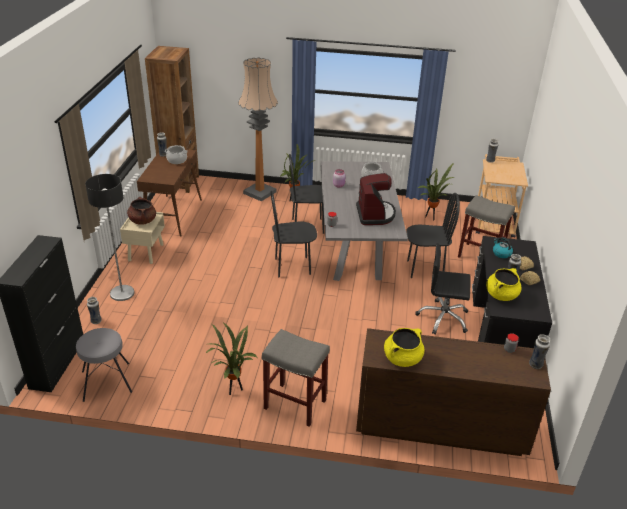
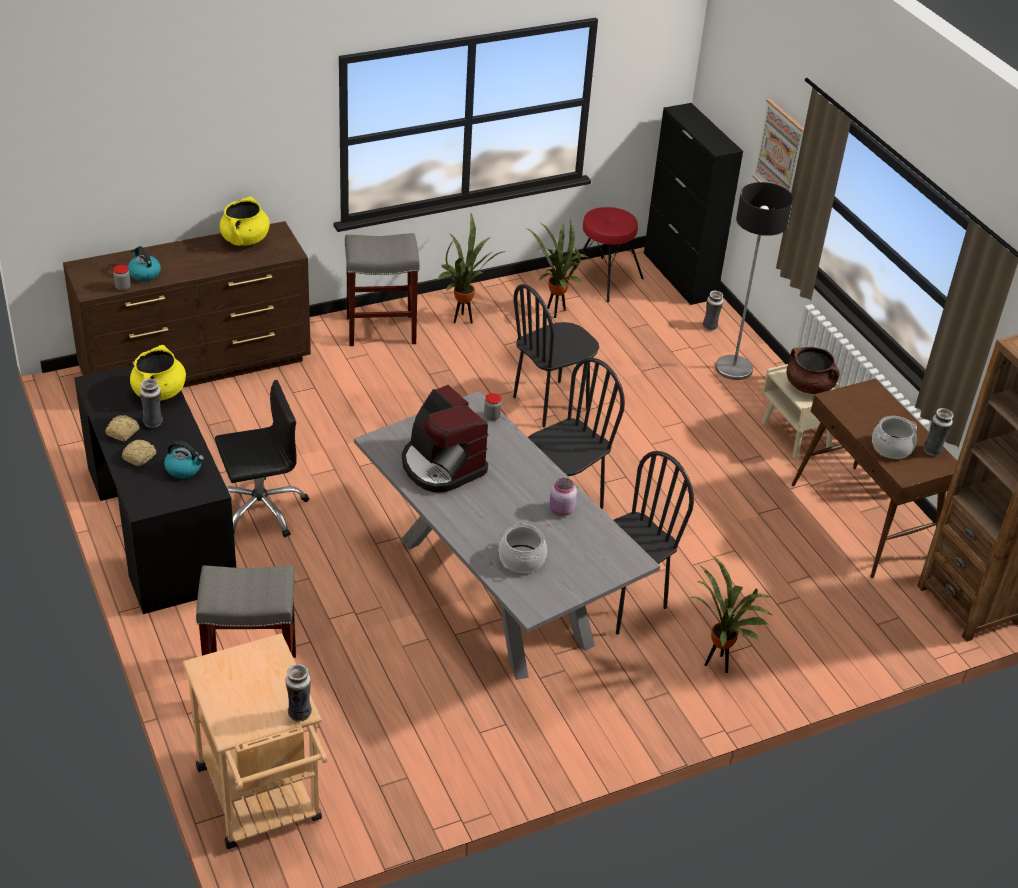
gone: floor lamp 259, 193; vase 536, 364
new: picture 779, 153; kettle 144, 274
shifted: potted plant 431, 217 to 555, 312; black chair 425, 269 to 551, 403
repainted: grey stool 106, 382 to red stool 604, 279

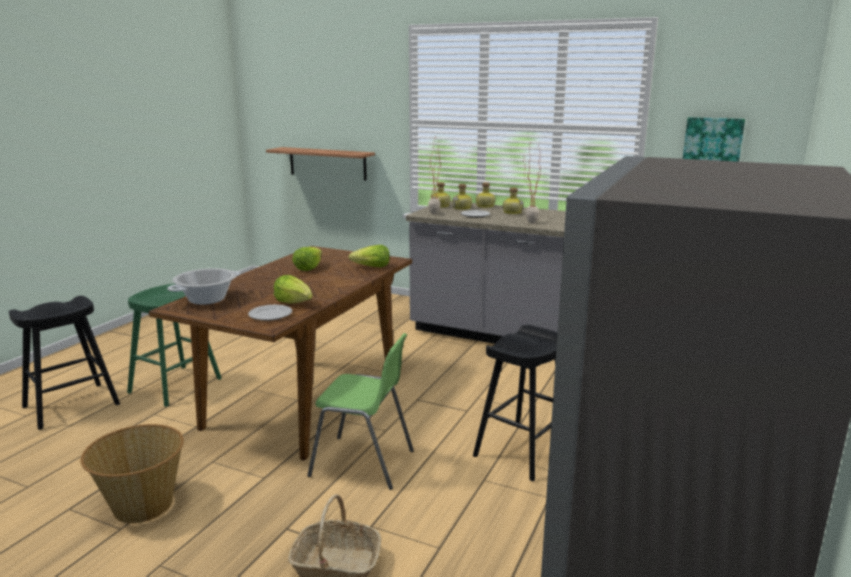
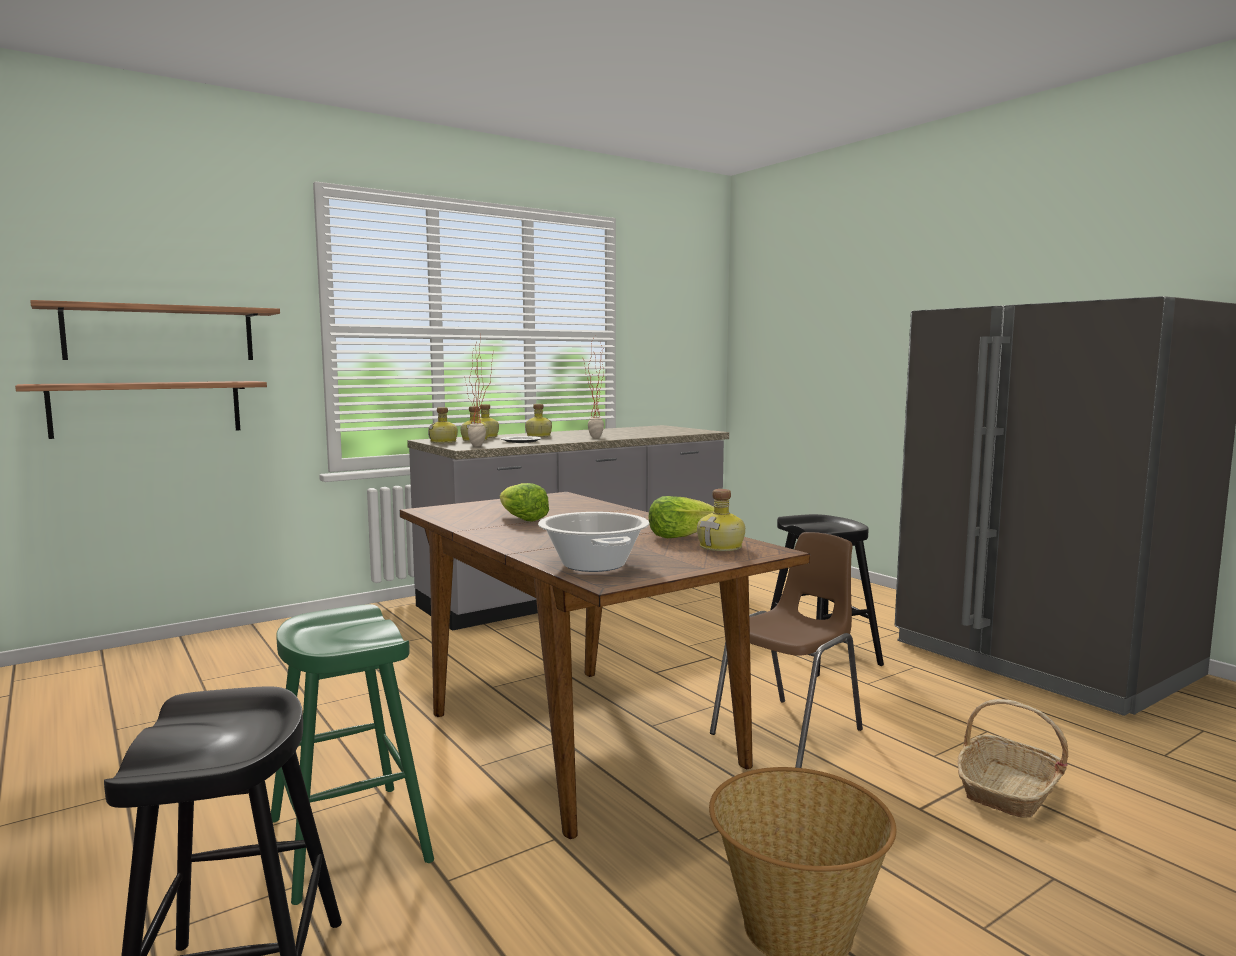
gone: picture 712, 144; lettuce 371, 267
new: shelf 161, 333
swapped: plate 270, 315 to bottle 722, 547
repainted: green chair 363, 463 to brown chair 789, 732

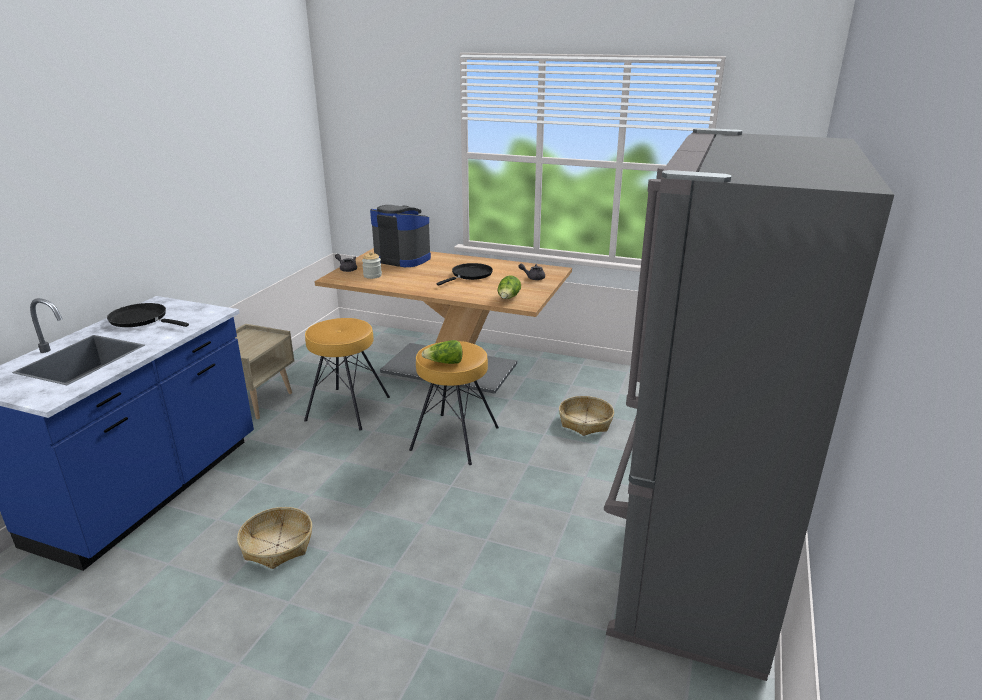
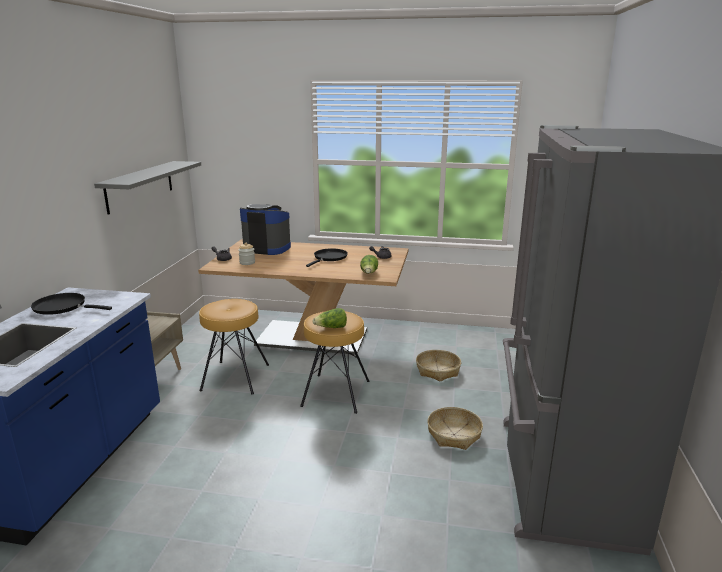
new: grey shelf 140, 186
shifted: basket 278, 545 to 454, 434

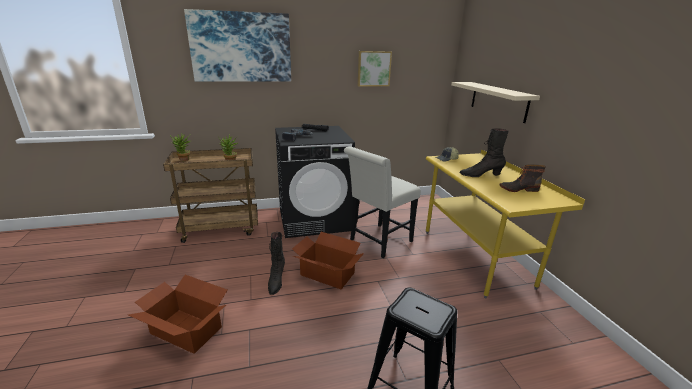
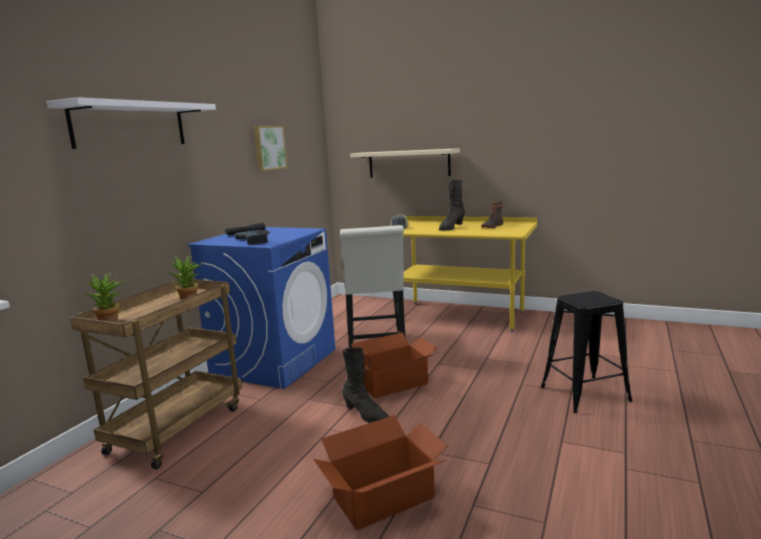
swapped: picture 241, 47 to white shelf 130, 125
repainted: black washing machine 314, 219 to blue washing machine 275, 361

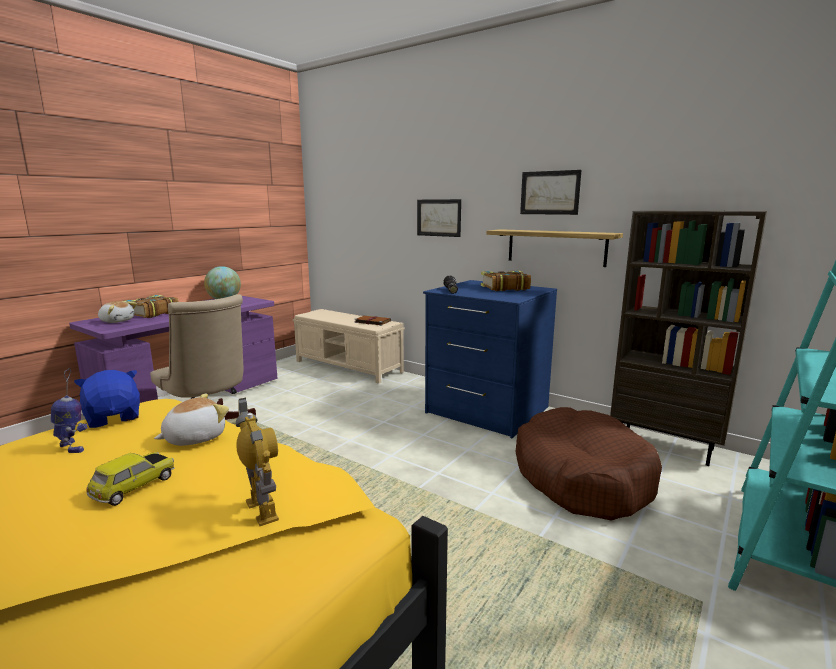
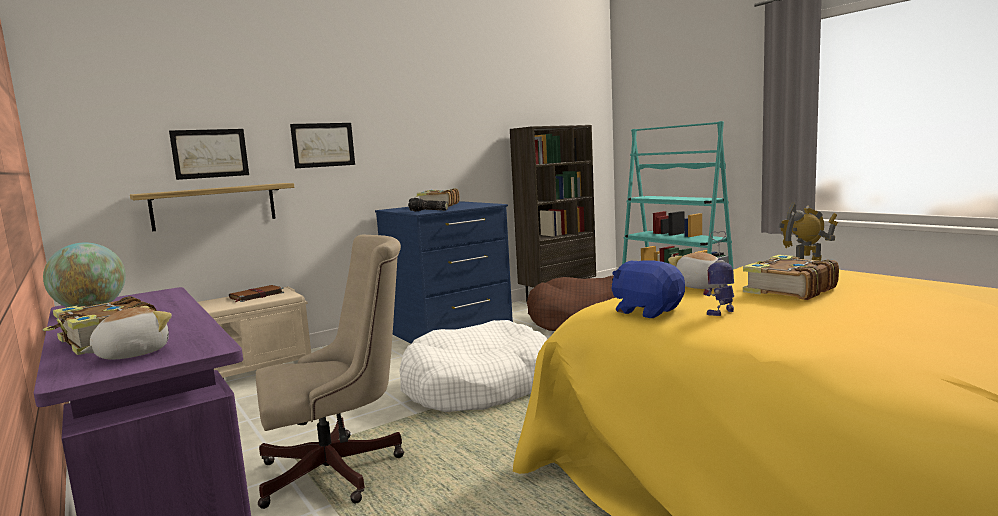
new: white dog bed 477, 386
shifted: picture 549, 192 to 210, 153; shelf 556, 247 to 214, 206
swapped: toy car 133, 487 to book 788, 290
rotated: blue plush toy 114, 417 = 647, 311 60 degrees clockwise

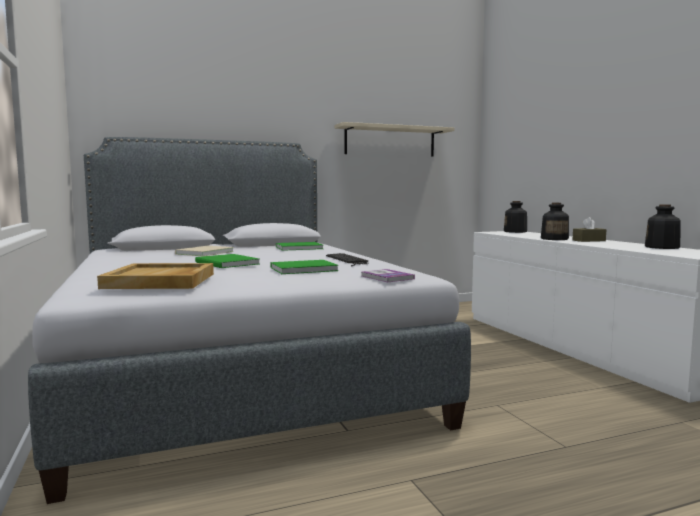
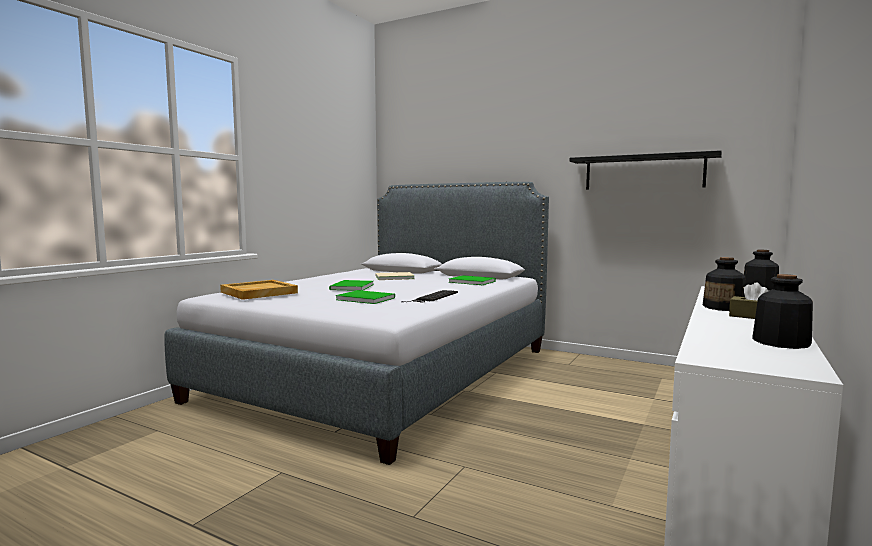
gone: book 387, 277
repainted: beige shelf 390, 141 to black shelf 643, 172

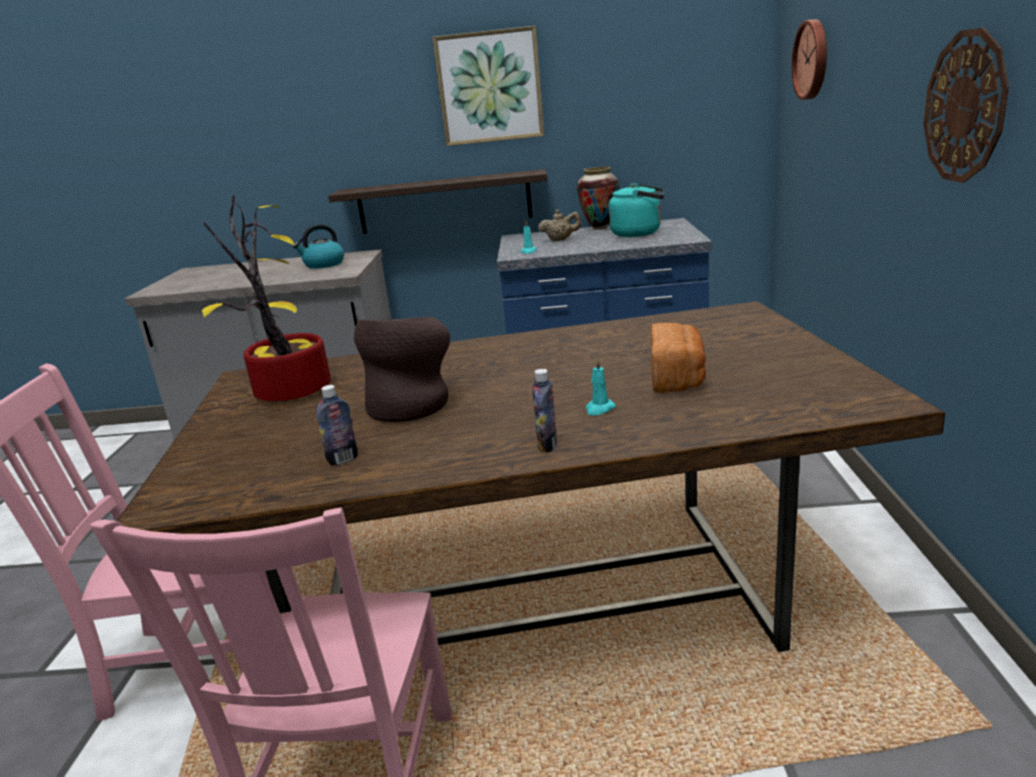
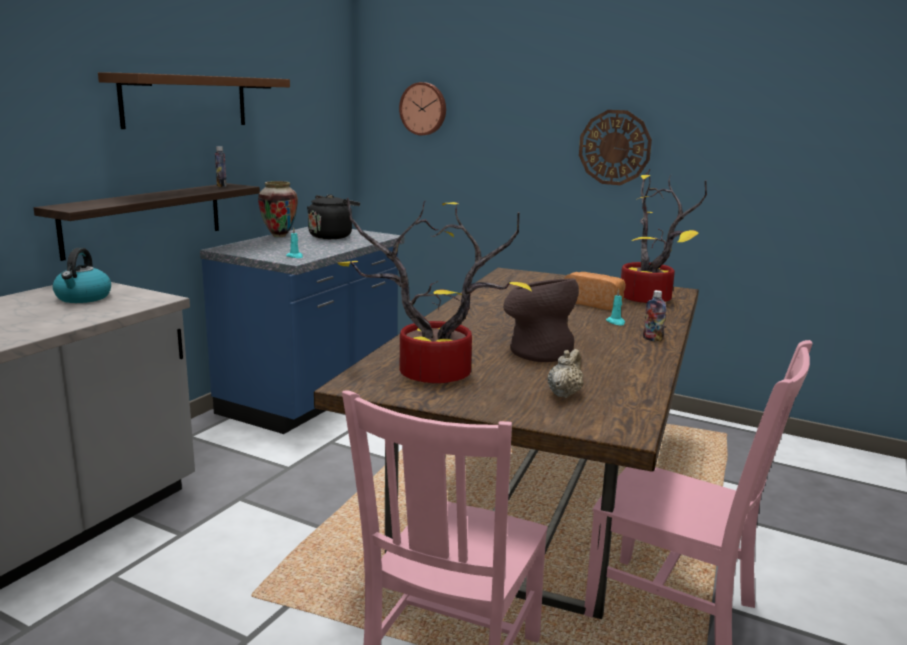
new: potted plant 650, 299
shifted: beige teapot 560, 240 to 564, 394; bottle 343, 459 to 221, 186
swapped: picture 490, 87 to brown shelf 185, 101
repainted: turquoise kettle 639, 233 to black kettle 332, 236

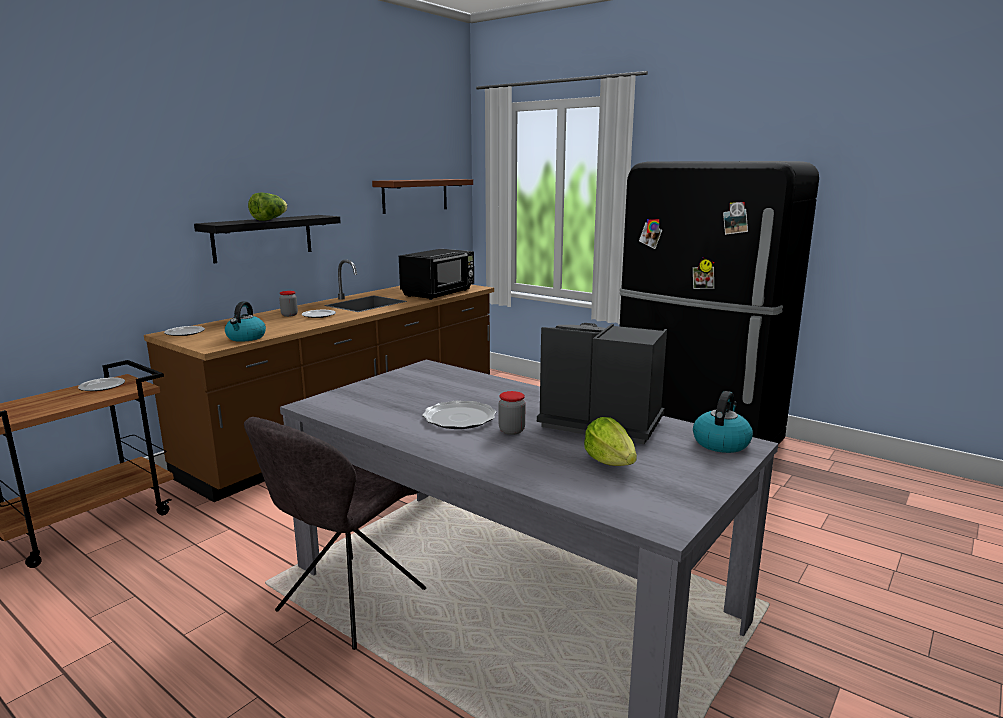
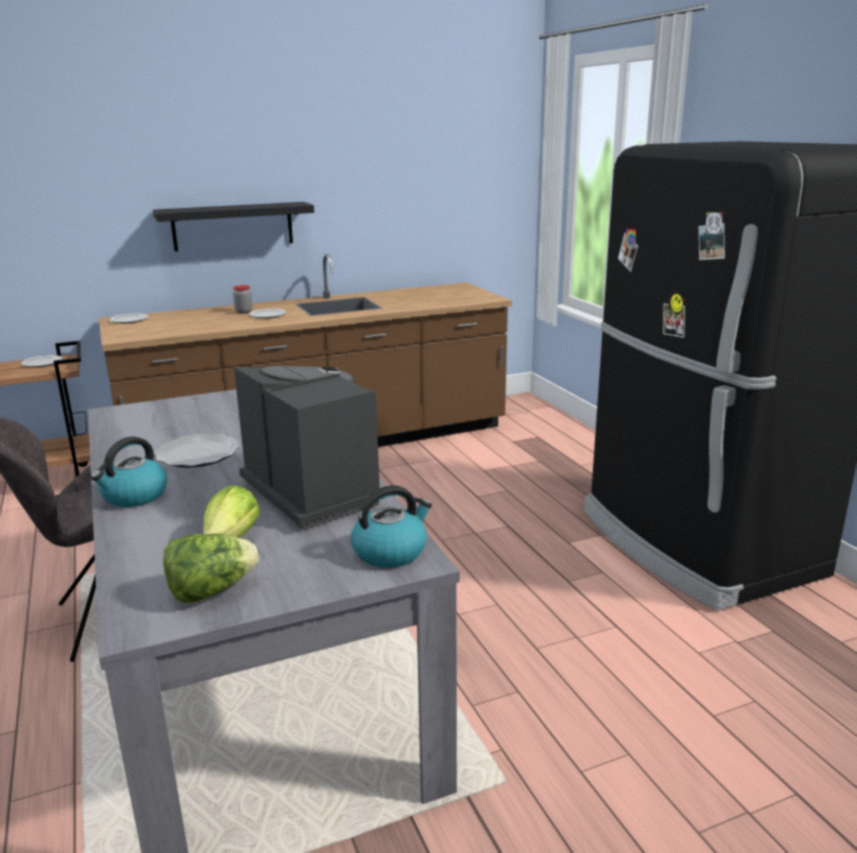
gone: brown shelf 415, 195; black microwave 439, 293; jar 511, 430
shifted: lettuce 269, 220 to 211, 591; kettle 246, 338 to 134, 496

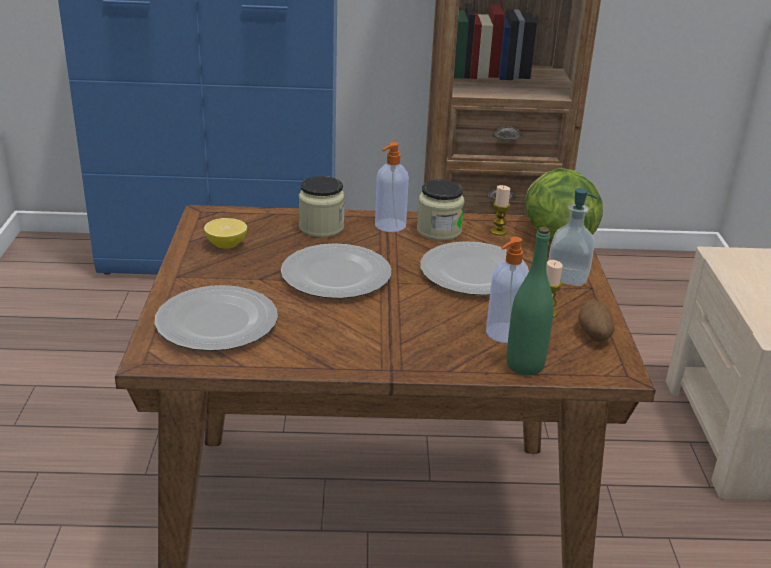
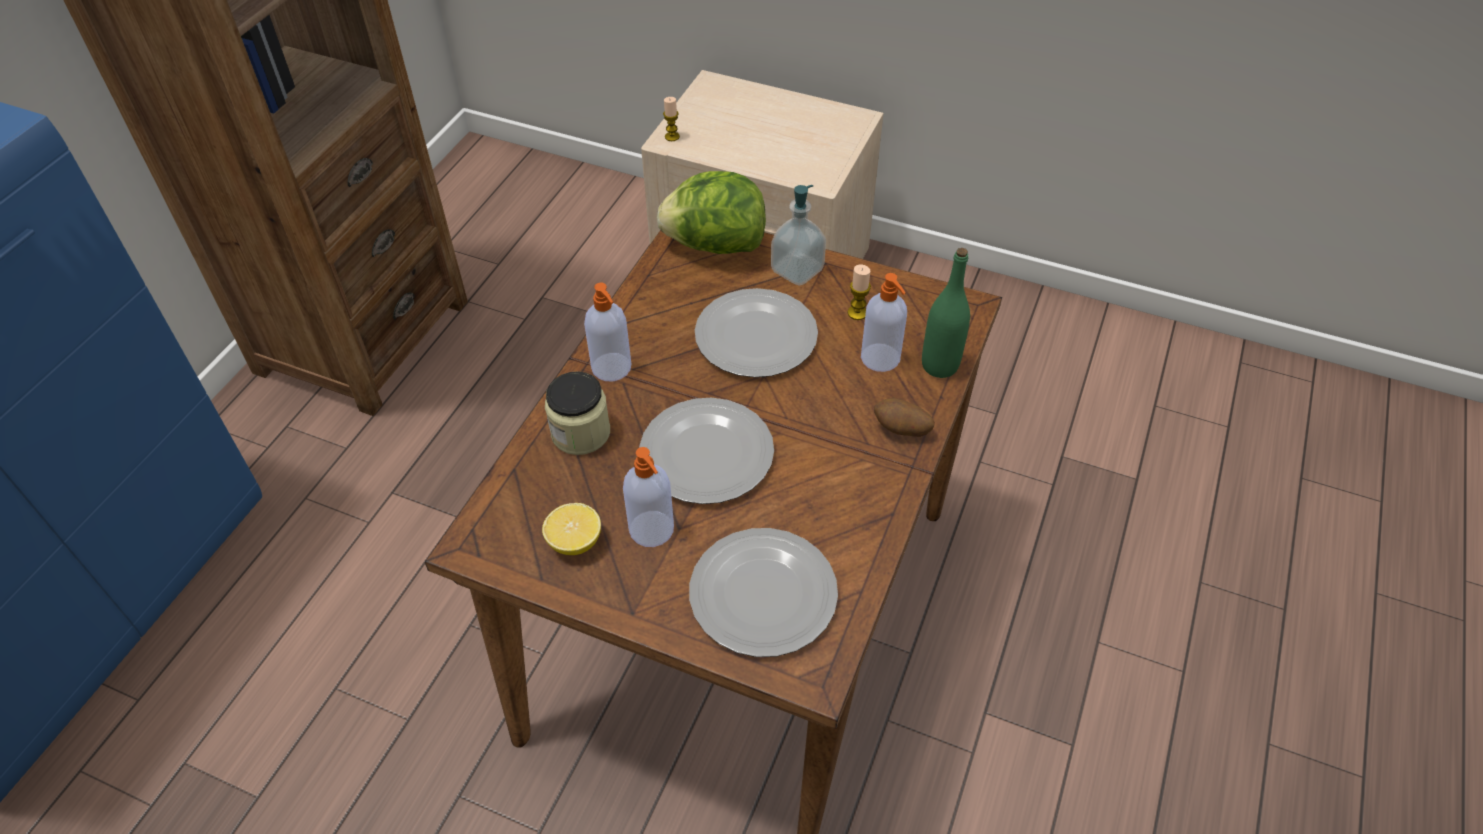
gone: jar 439, 231
new: soap dispenser 652, 530
shifted: candle 498, 231 to 672, 137; potato 593, 335 to 901, 430

